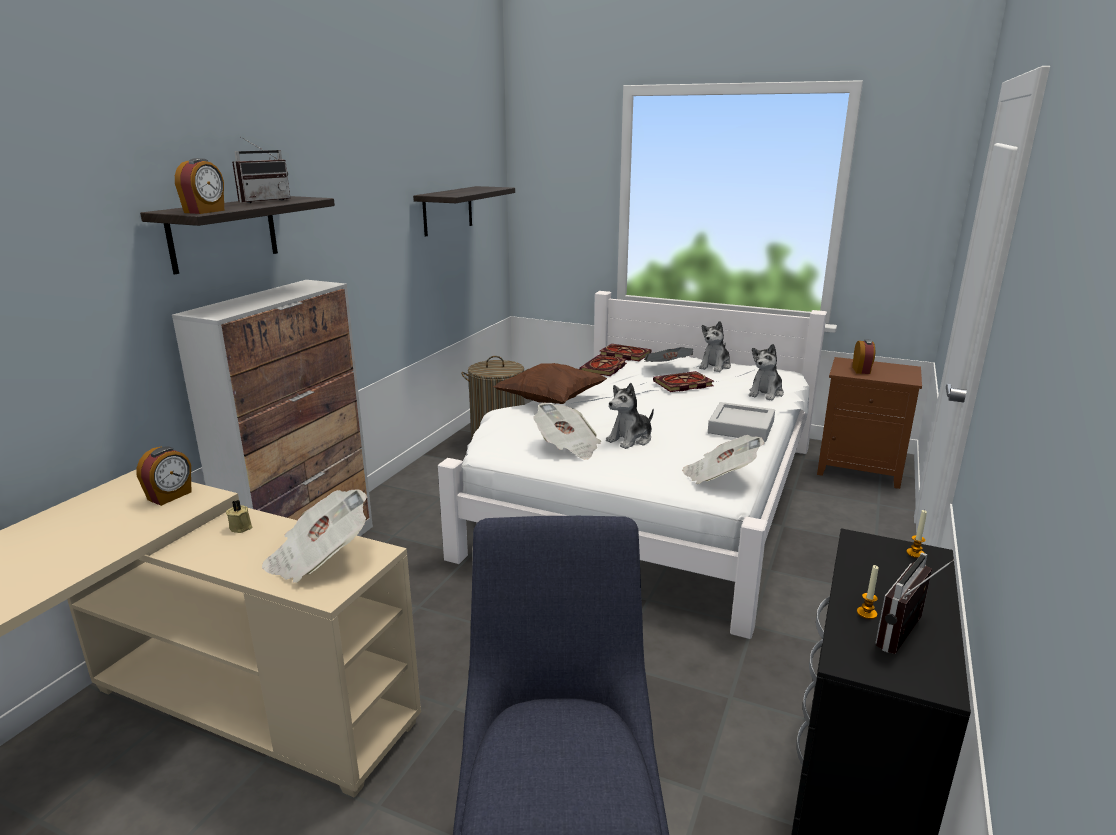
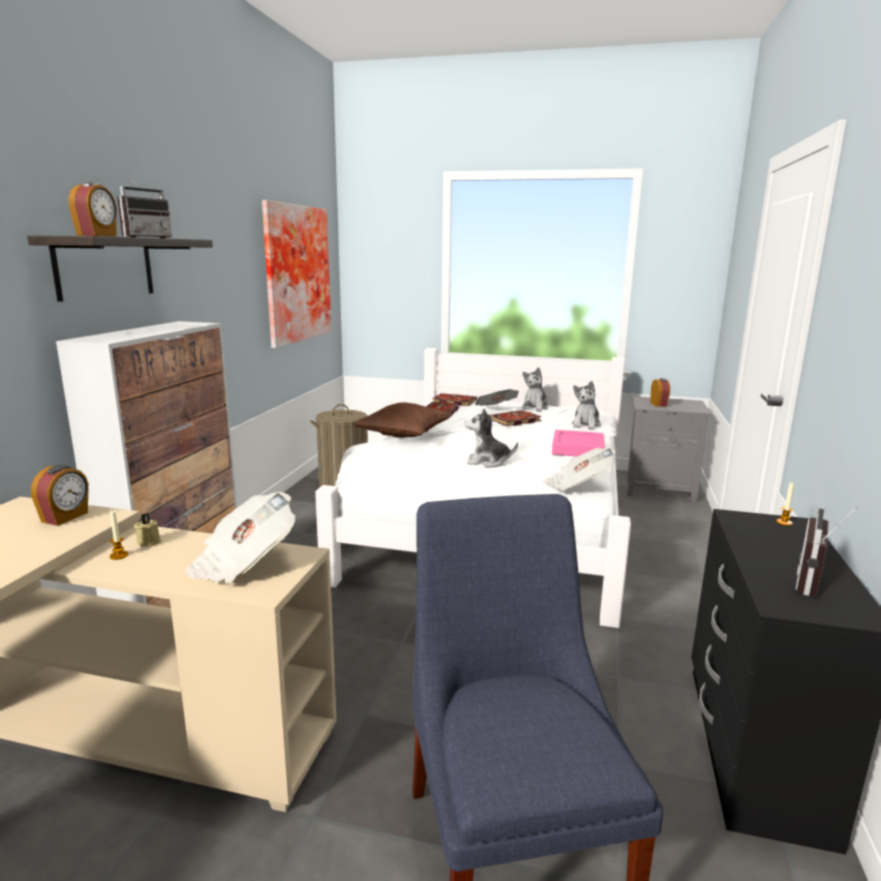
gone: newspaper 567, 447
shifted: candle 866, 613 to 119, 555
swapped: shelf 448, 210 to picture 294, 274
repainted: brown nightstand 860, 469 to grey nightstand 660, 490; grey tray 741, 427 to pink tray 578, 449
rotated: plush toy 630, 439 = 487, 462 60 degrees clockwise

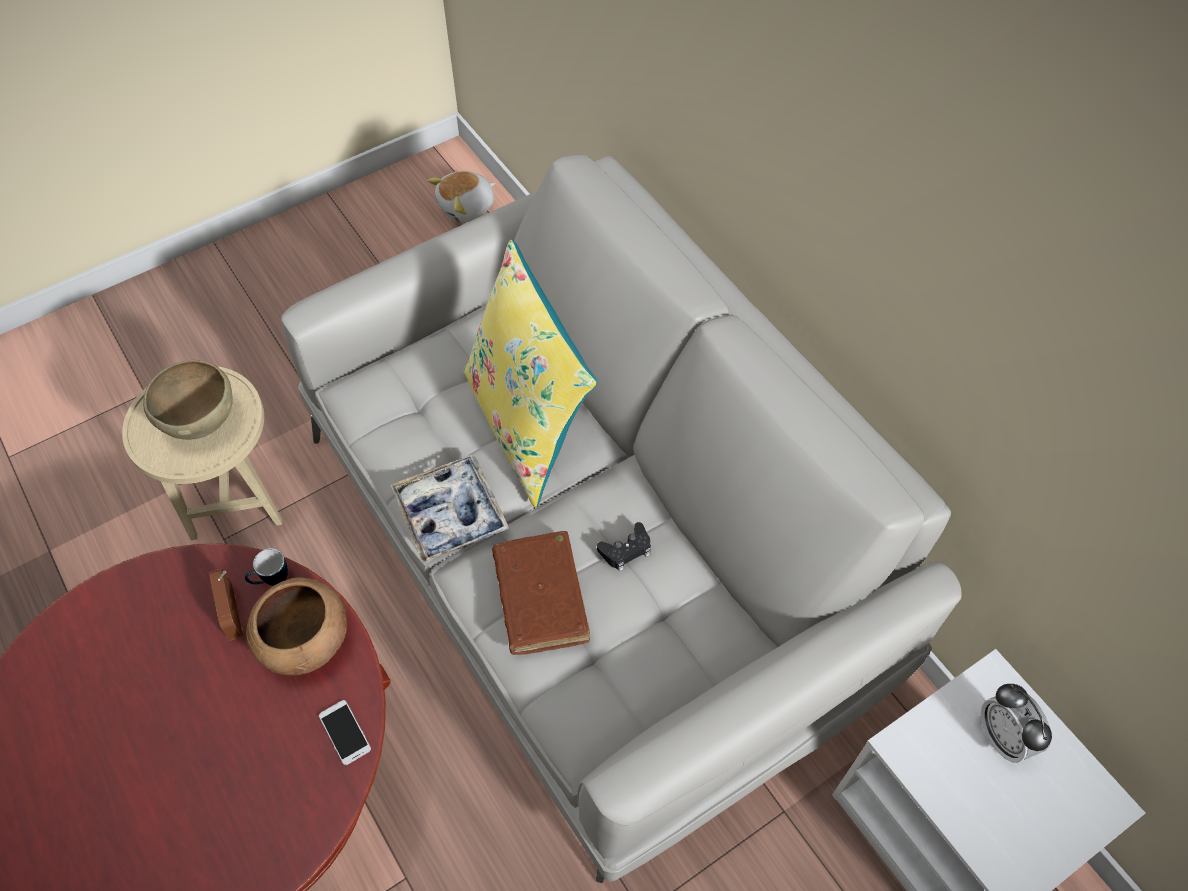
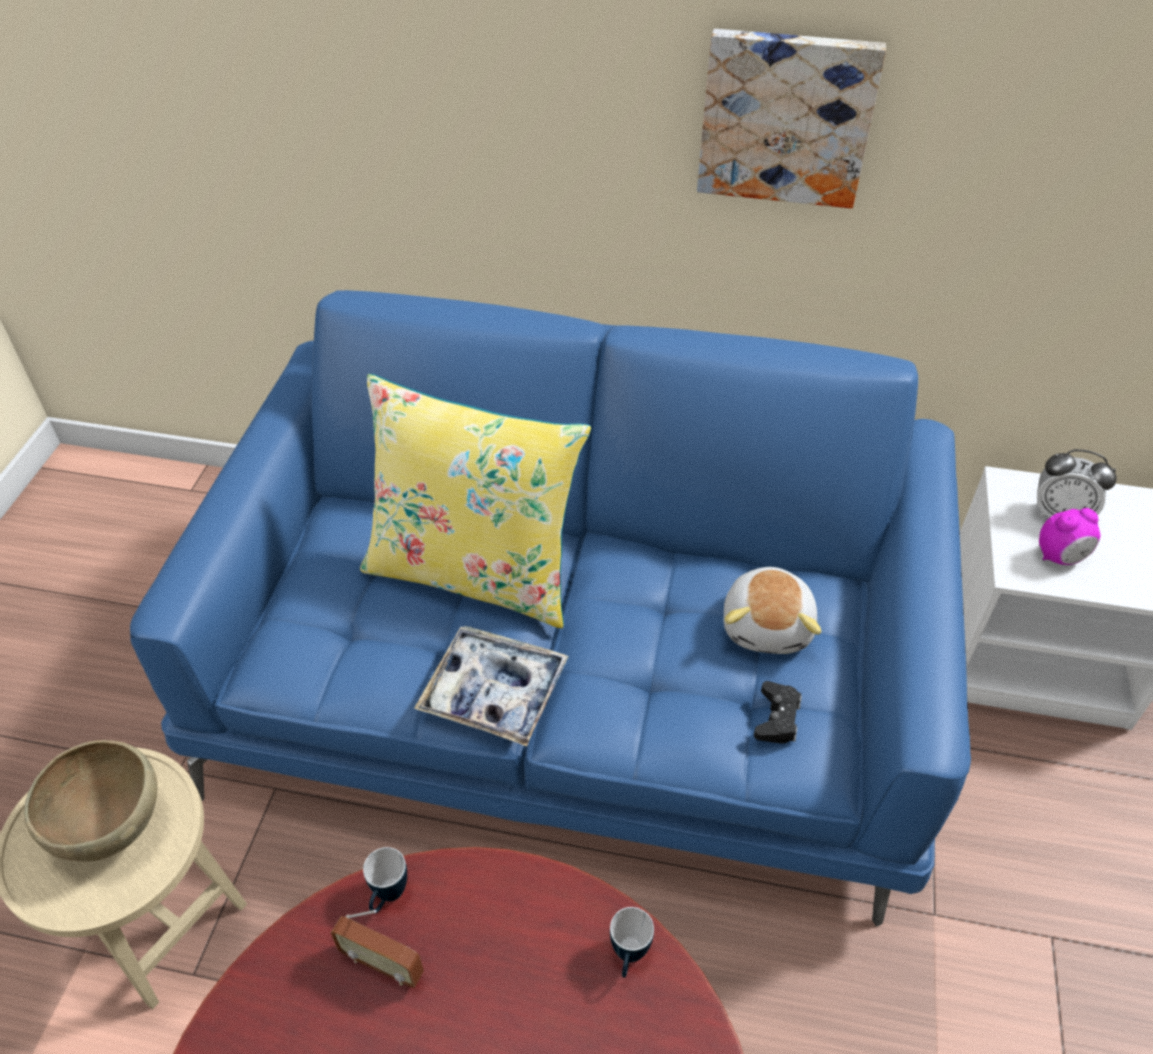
gone: brown book 540, 598; brown bowl 303, 640
new: picture 786, 117; alarm clock 1060, 556
shifted: plush toy 467, 207 to 768, 625; black game controller 626, 550 to 777, 718
swapped: phone 344, 732 to mug 628, 958
repainted: grey sofa 593, 552 to blue sofa 576, 680

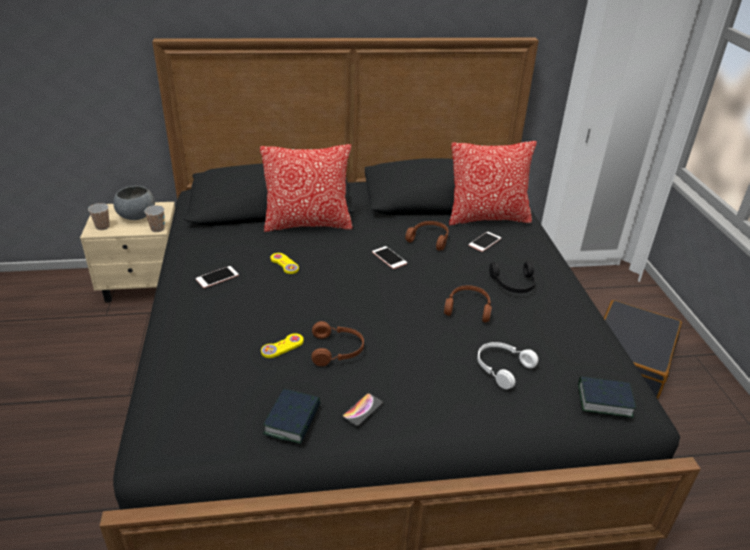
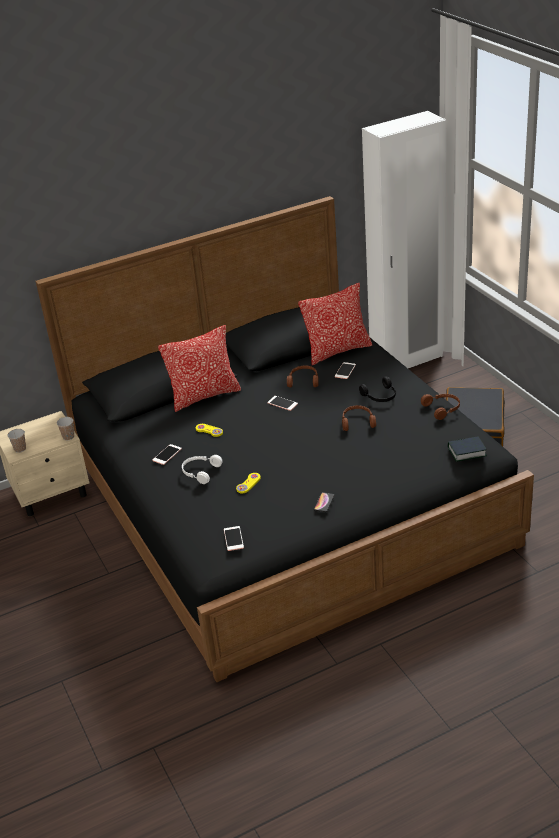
gone: grey bowl 136, 216; book 293, 420
new: phone 233, 539
shifted: brown headphones 337, 350 to 442, 409; white headphones 501, 368 to 200, 472

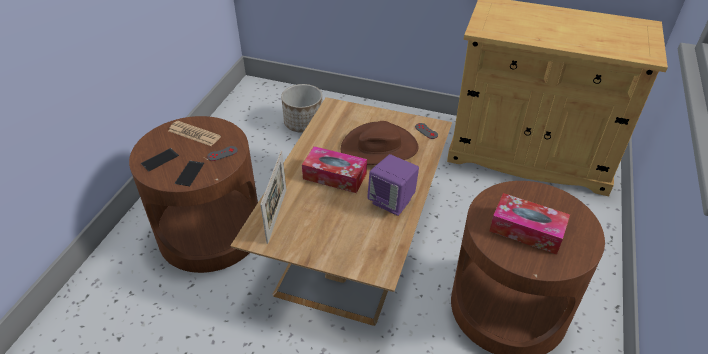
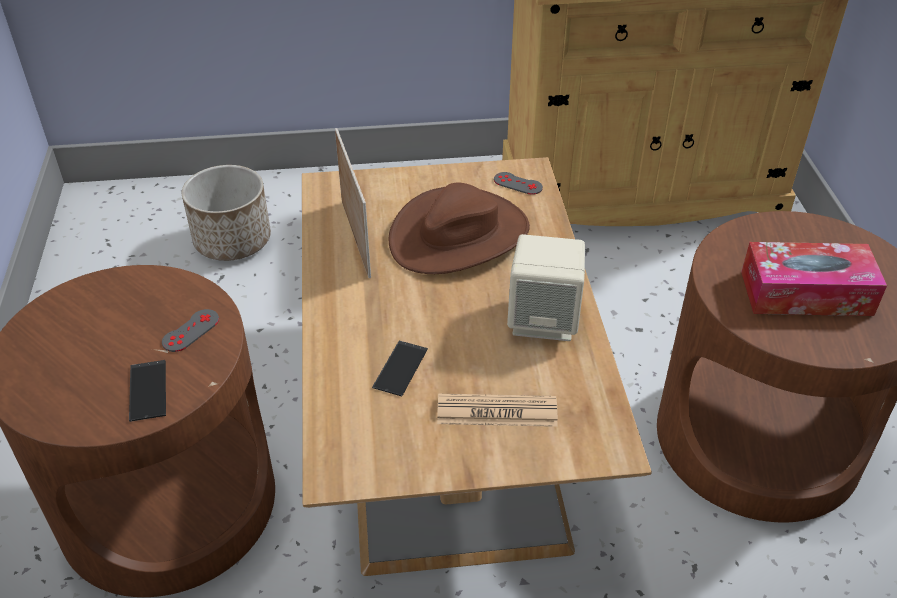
gone: tissue box 335, 176
shifted: newspaper 194, 134 to 497, 411; phone 160, 160 to 400, 368; picture frame 277, 215 to 355, 238
repainted: purple speaker 392, 201 to beige speaker 544, 320

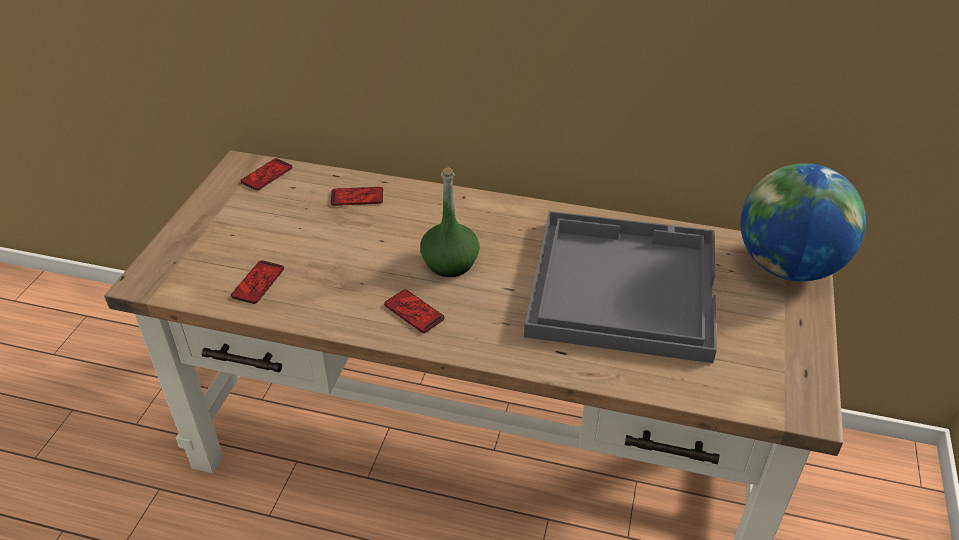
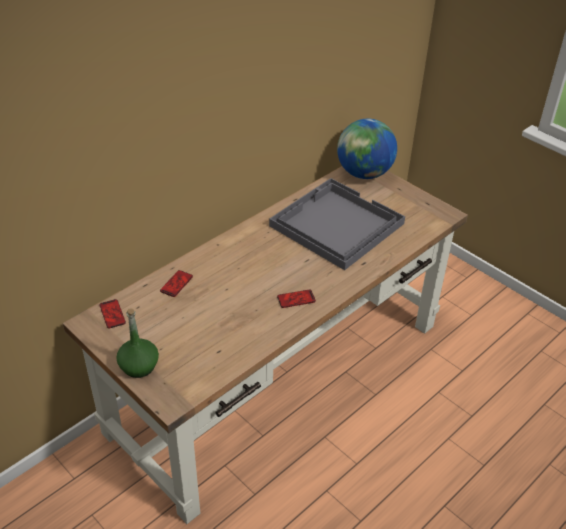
gone: phone 258, 283
shifted: green bottle 450, 263 to 139, 366

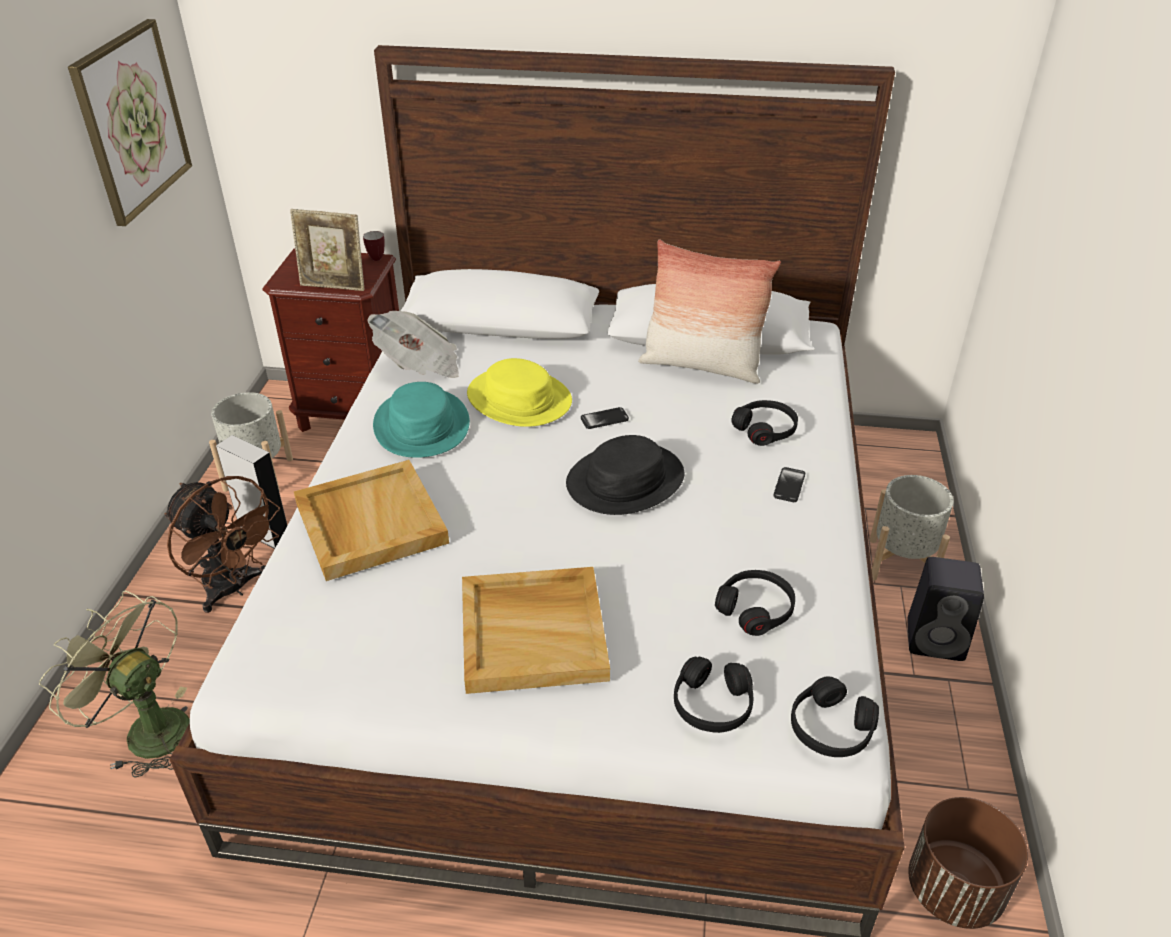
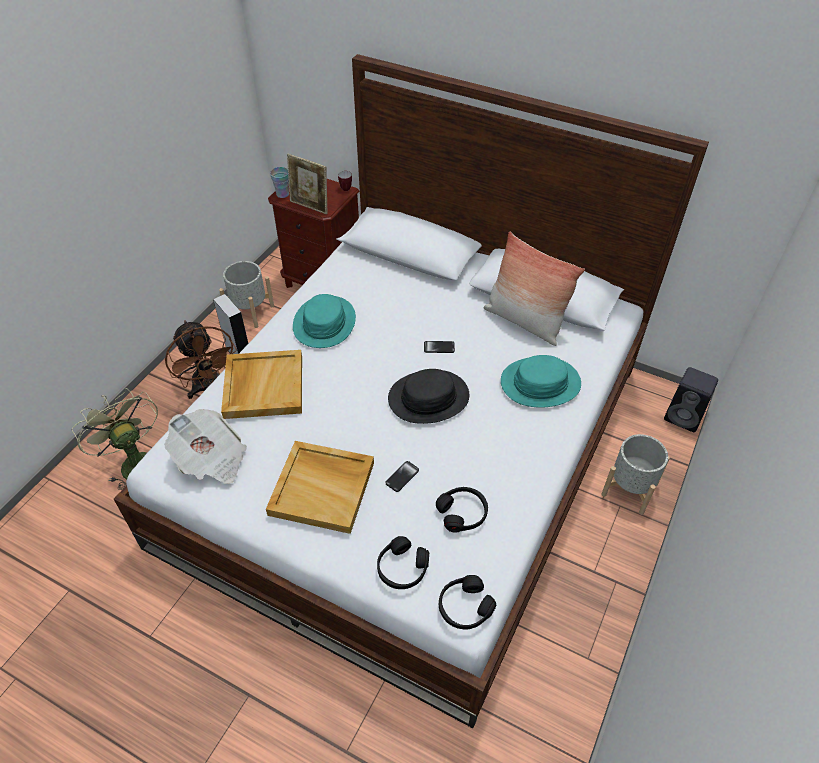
gone: picture 132, 121; yellow hat 519, 399; brown planter 954, 890
new: cup 282, 194
shifted: newspaper 419, 365 to 211, 459; phone 789, 486 to 402, 477; black speaker 937, 640 to 684, 417
swapped: black headphones 765, 429 to turquoise hat 540, 383

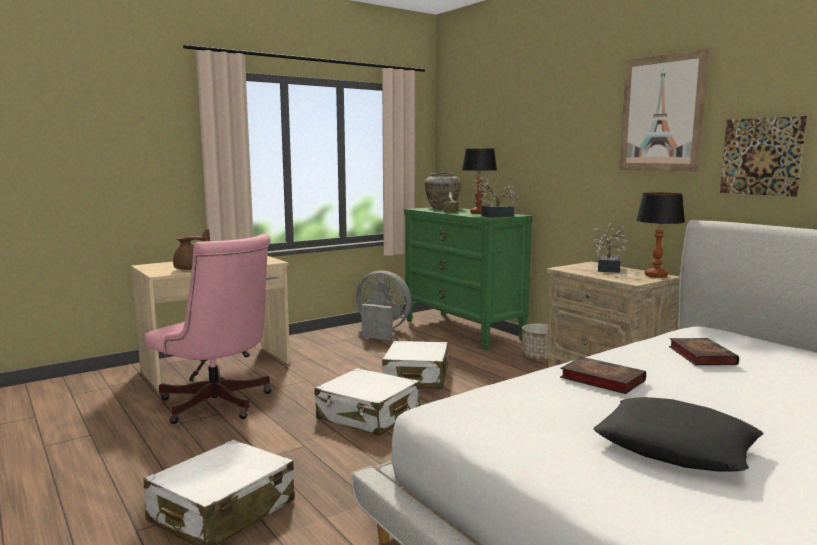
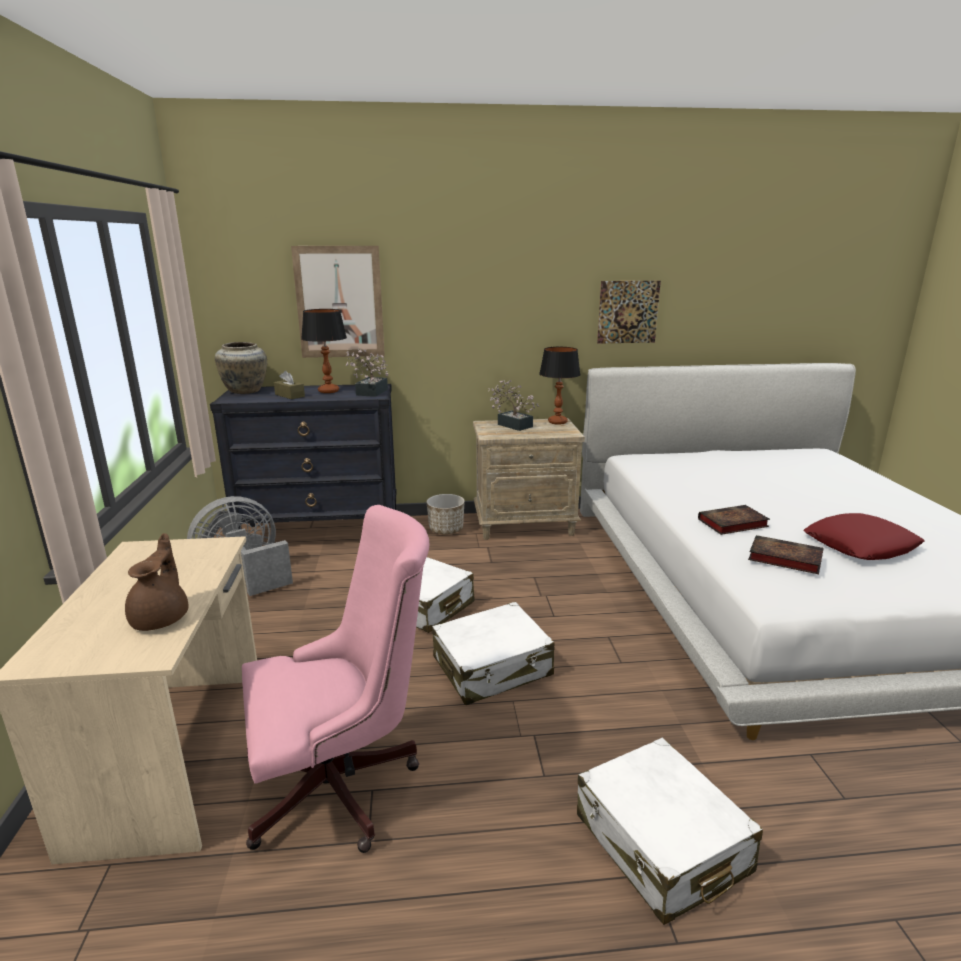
shifted: picture 661, 113 to 339, 302; book 700, 355 to 782, 558
repainted: green dresser 463, 330 to black dresser 321, 534; black pillow 676, 446 to red pillow 860, 545

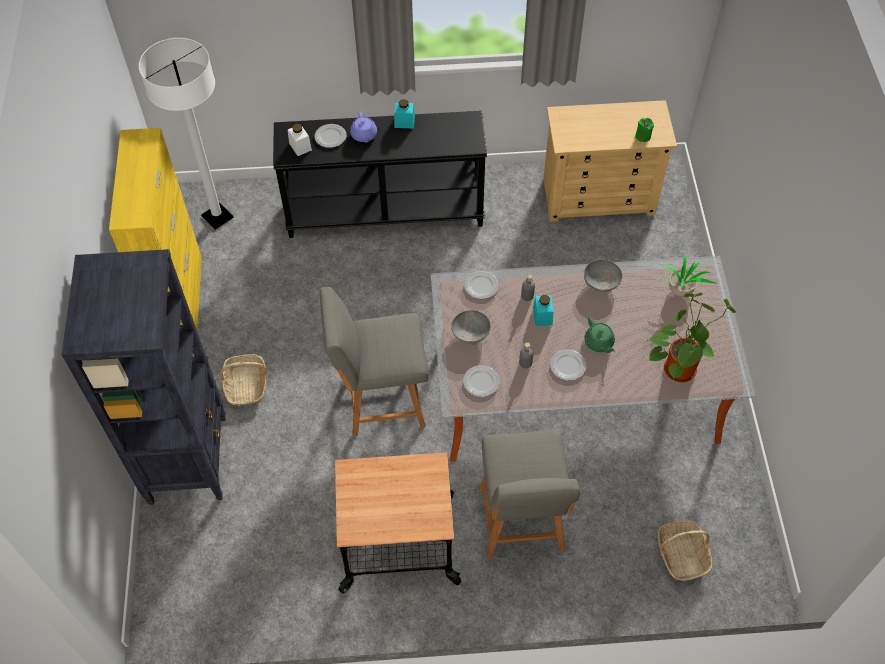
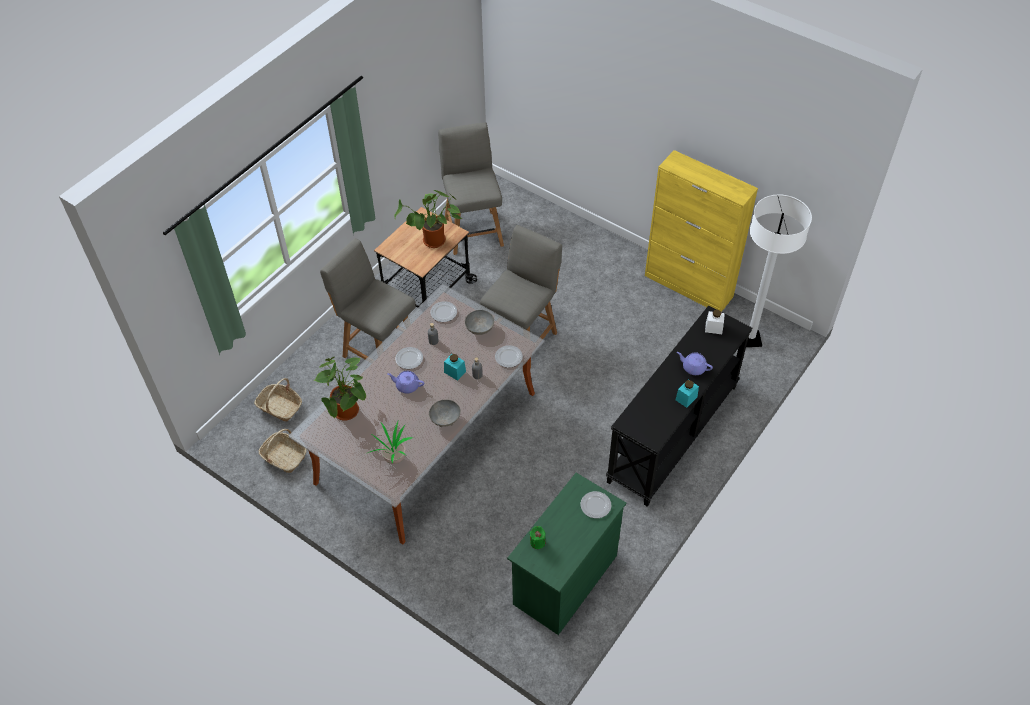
gone: black bookcase 188, 458
new: grey chair 473, 230; potted plant 433, 243
shifted: plate 330, 137 to 595, 505; basket 246, 385 to 284, 457
repainted: beige dresser 599, 197 to green dresser 564, 580; green teapot 599, 343 to purple teapot 407, 386

